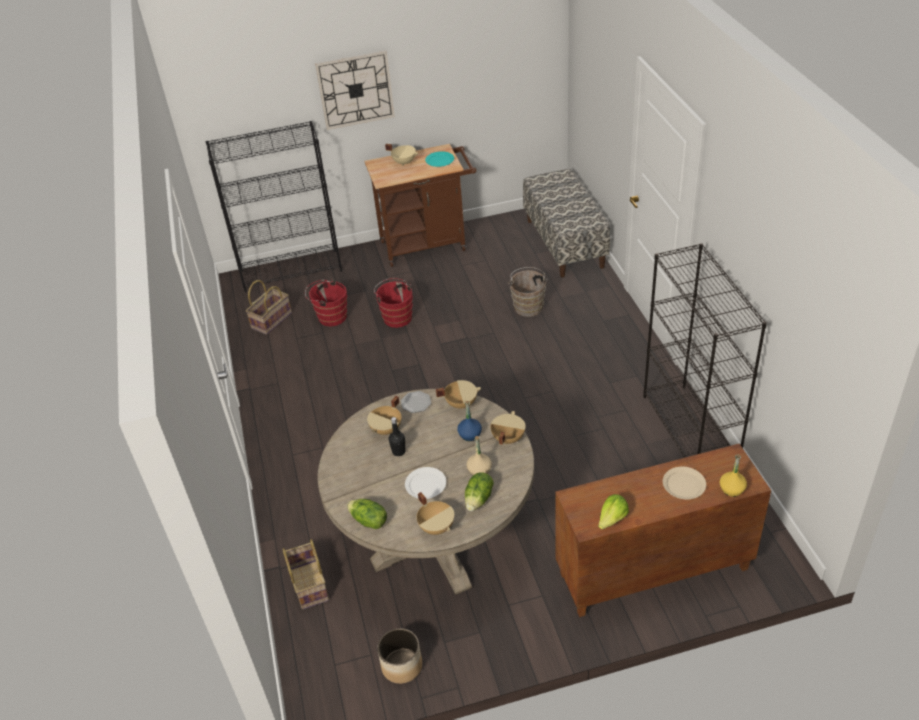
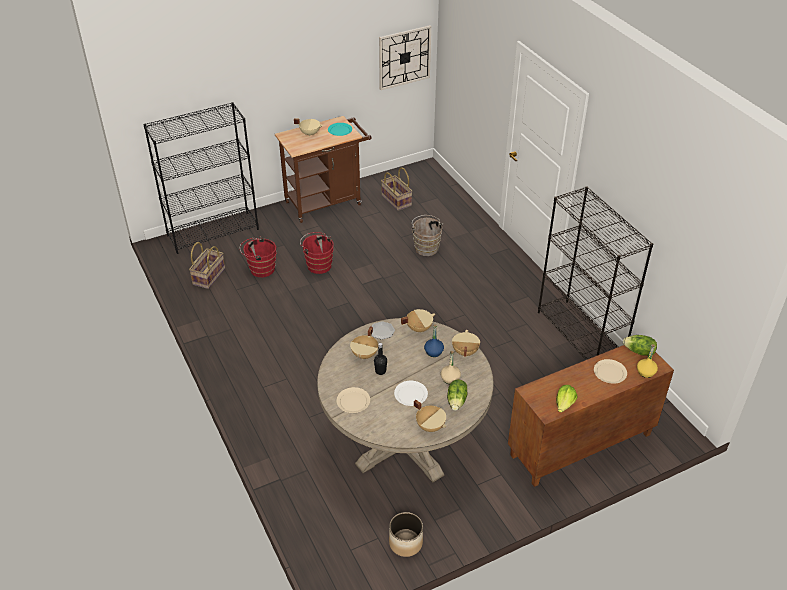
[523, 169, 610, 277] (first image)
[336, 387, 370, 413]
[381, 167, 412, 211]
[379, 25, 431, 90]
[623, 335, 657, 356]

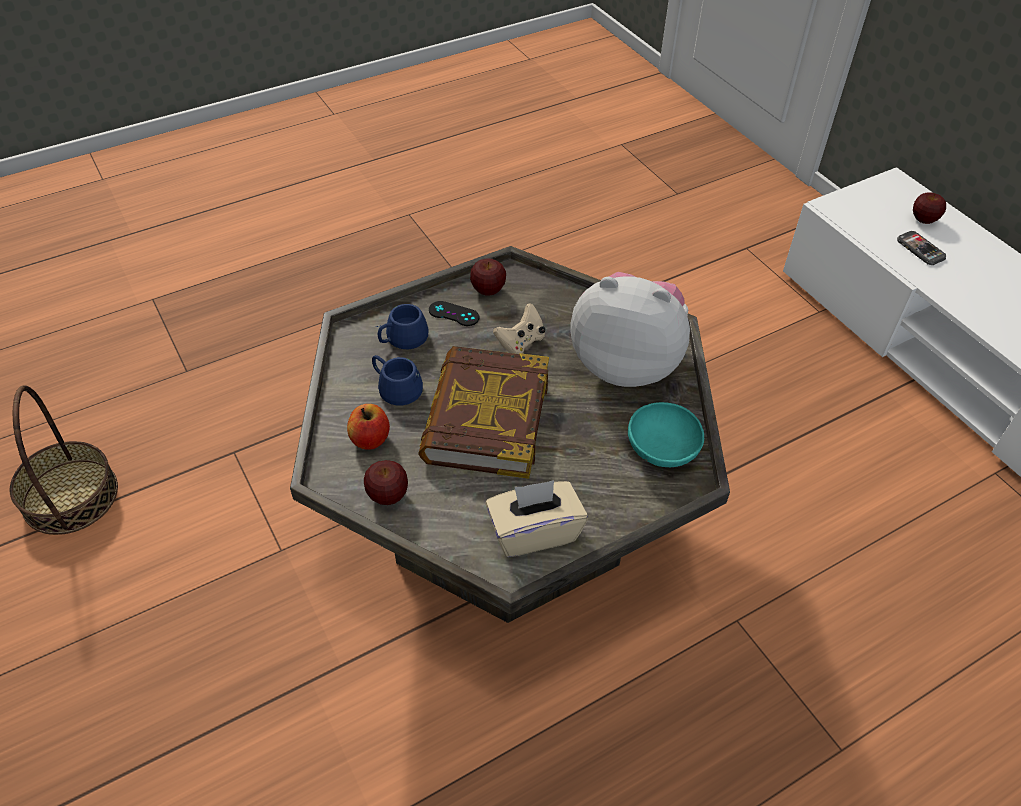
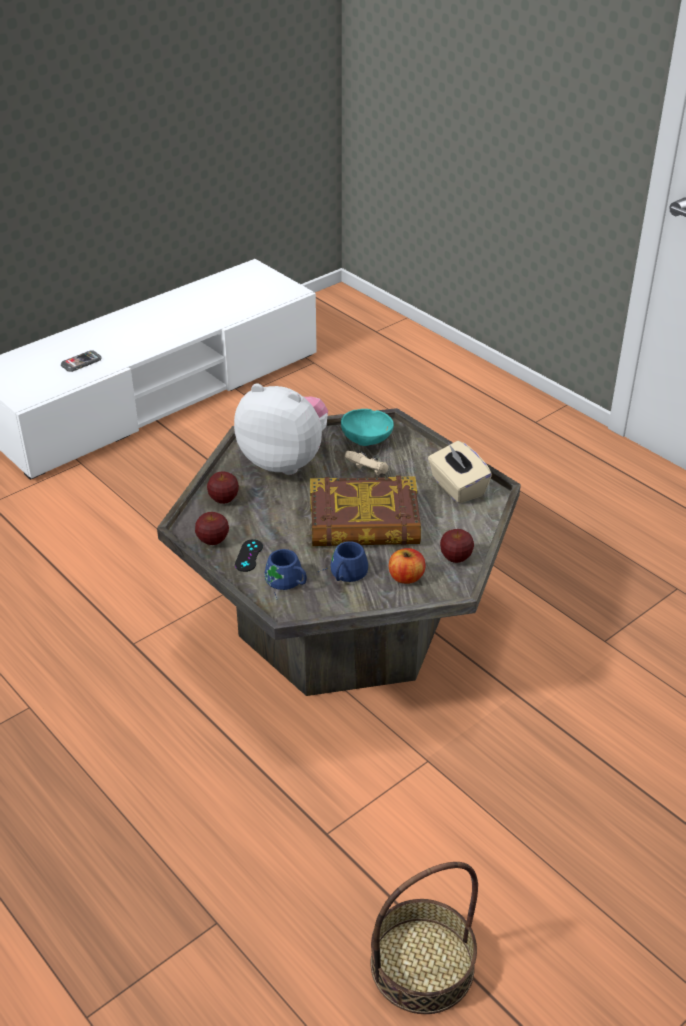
[345, 451, 388, 476]
[207, 471, 239, 504]
[234, 383, 328, 475]

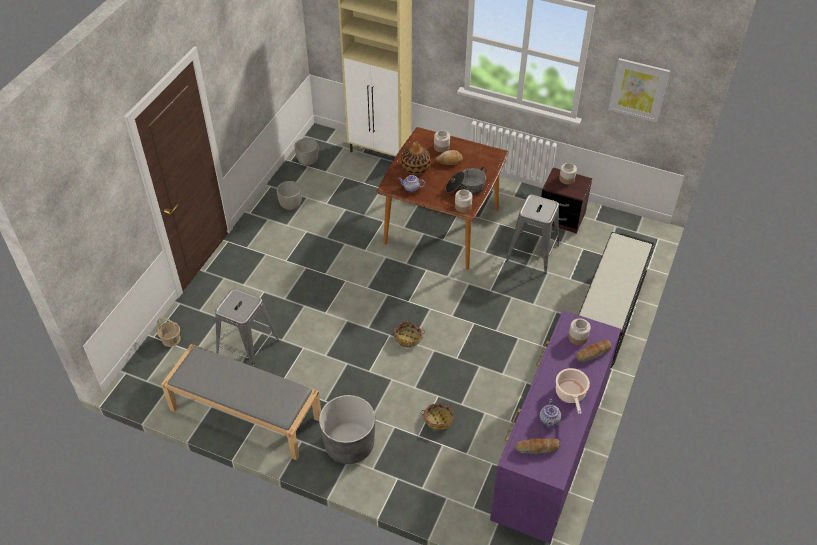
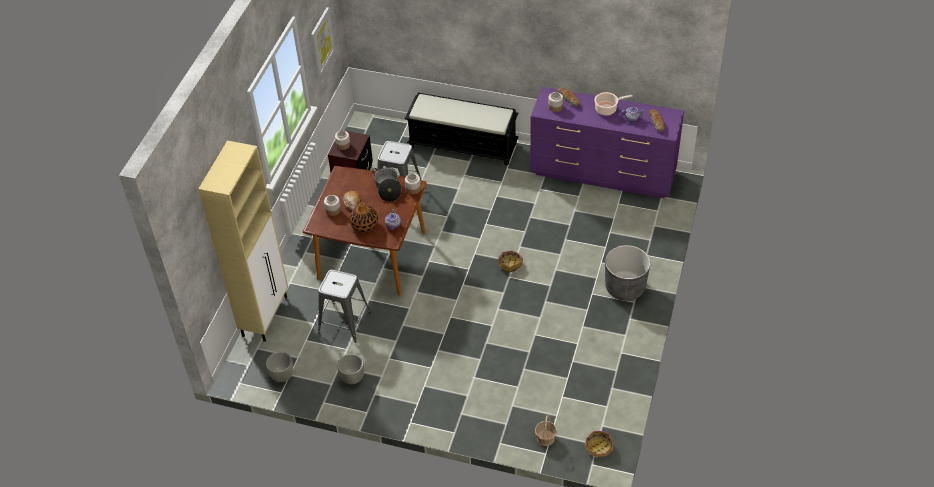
[161, 344, 321, 460] (first image)
[318, 270, 371, 343]
[585, 431, 614, 461]

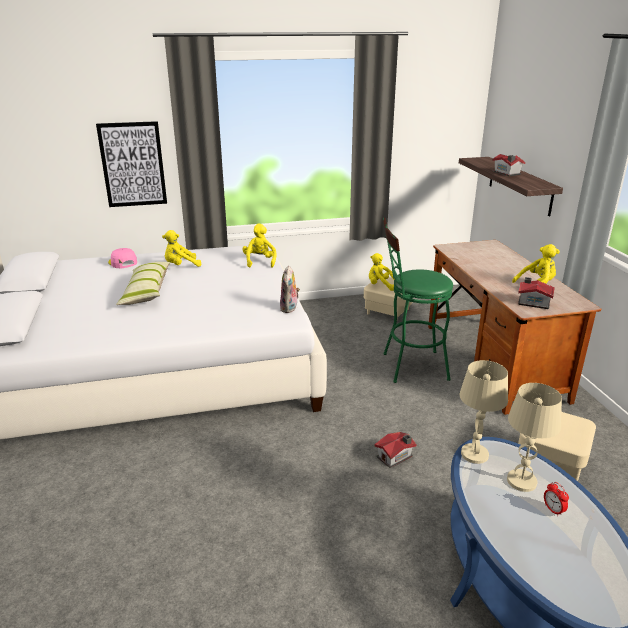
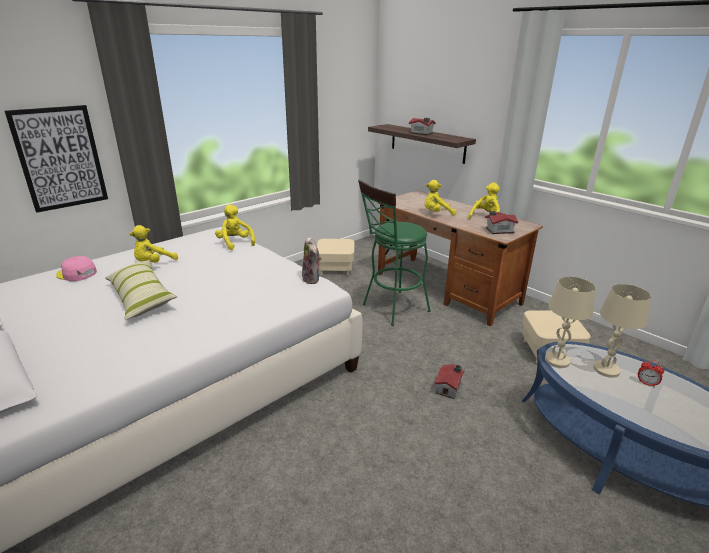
[424, 180, 456, 216]

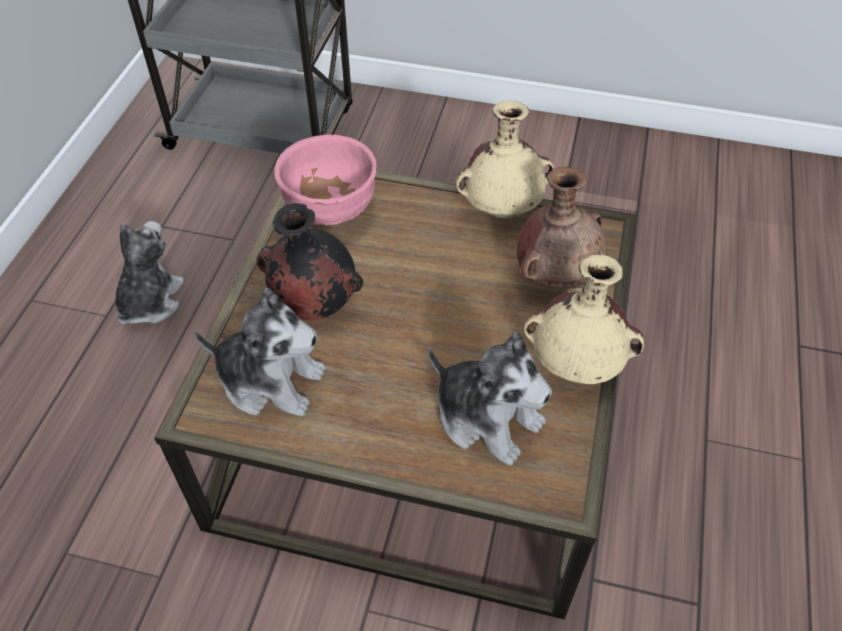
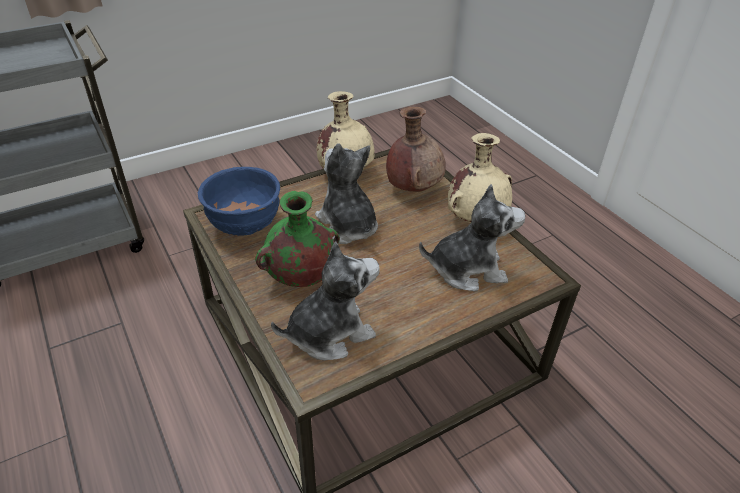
[315, 143, 378, 244]
[255, 191, 340, 287]
[198, 167, 280, 236]

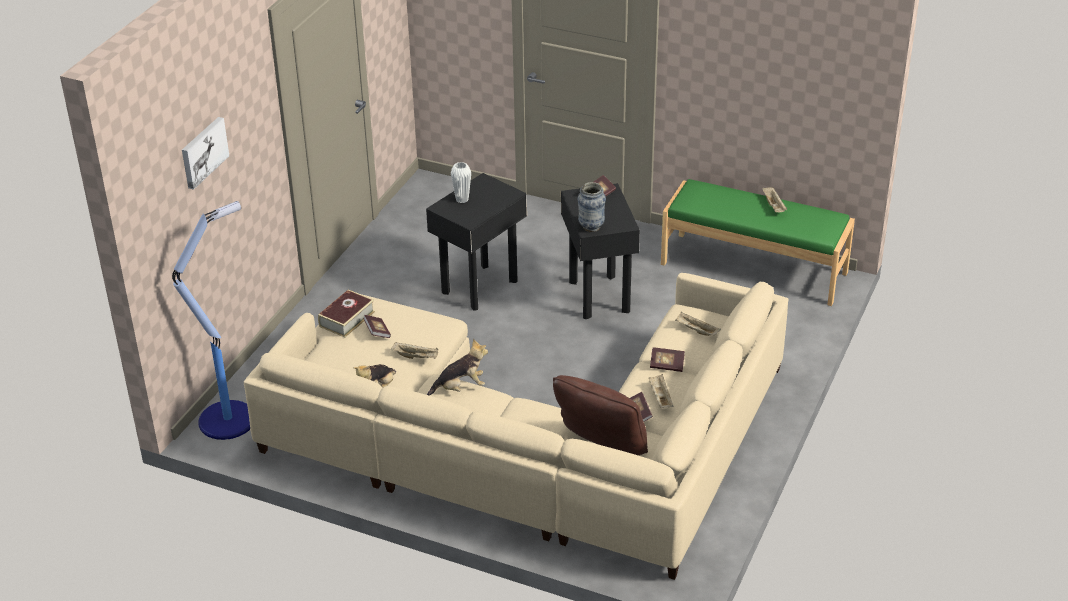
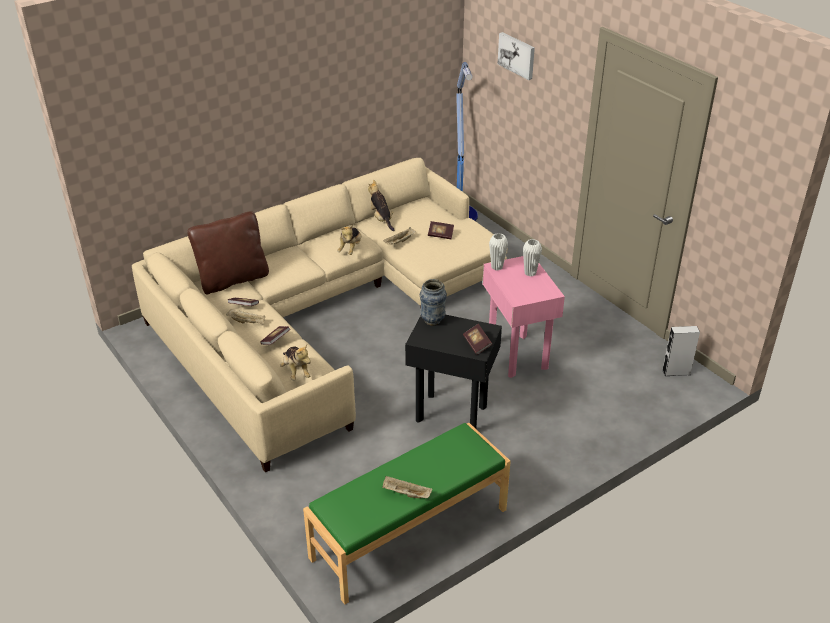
[318, 290, 375, 338] (first image)
[489, 233, 508, 271]
[662, 326, 700, 376]
[280, 344, 311, 381]
[483, 256, 565, 378]

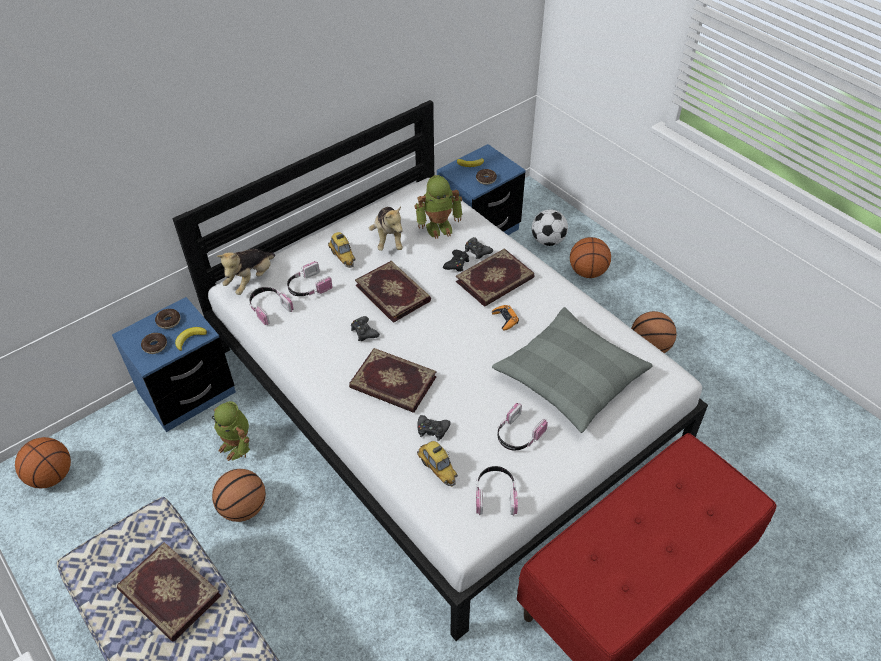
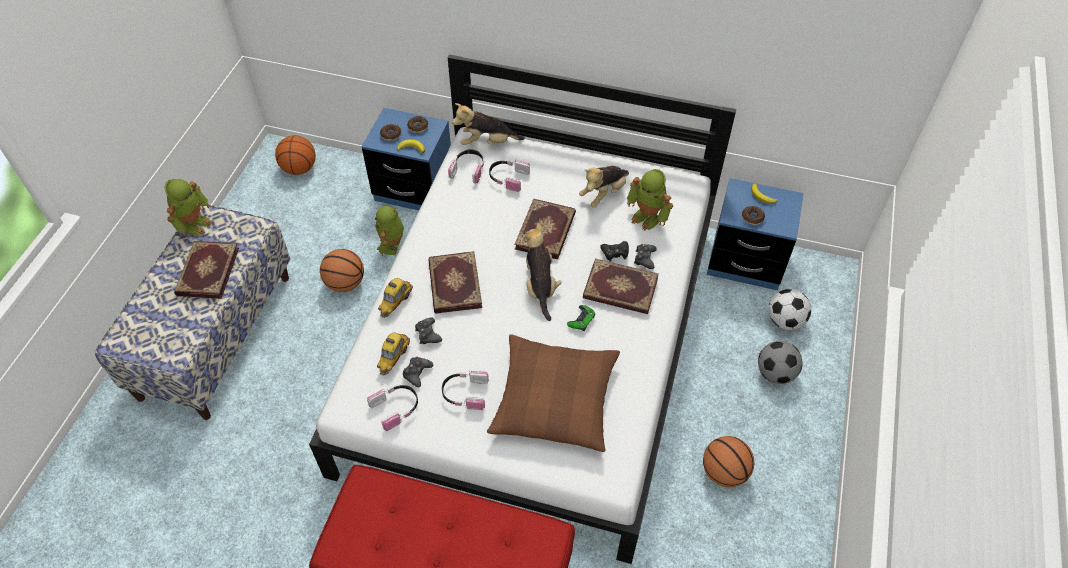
[164, 179, 213, 236]
[525, 223, 562, 321]
[378, 278, 413, 318]
[403, 357, 433, 387]
[758, 341, 802, 384]
[567, 305, 595, 331]
[487, 334, 620, 452]

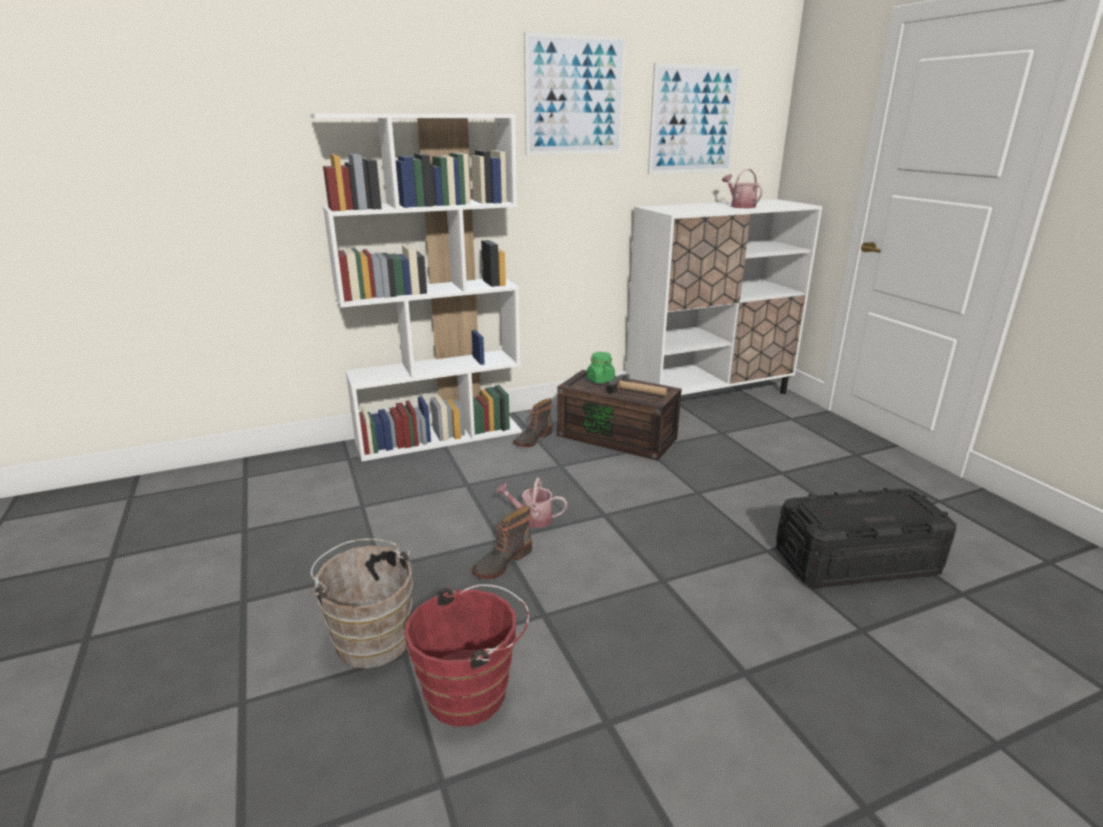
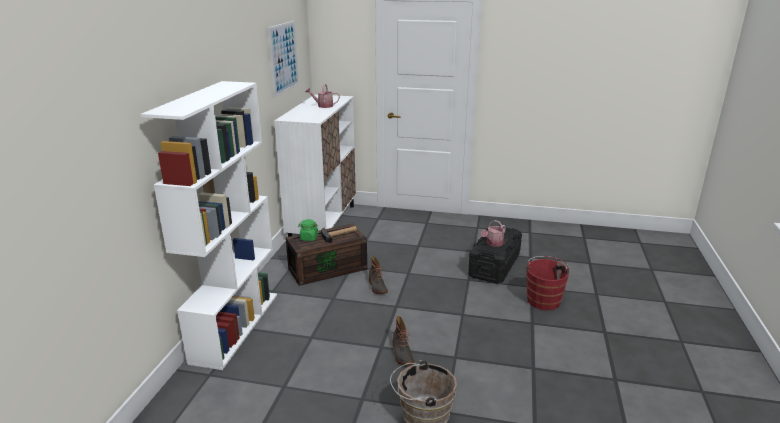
[524, 32, 626, 155] (first image)
[525, 256, 572, 310]
[481, 220, 506, 247]
[369, 257, 388, 294]

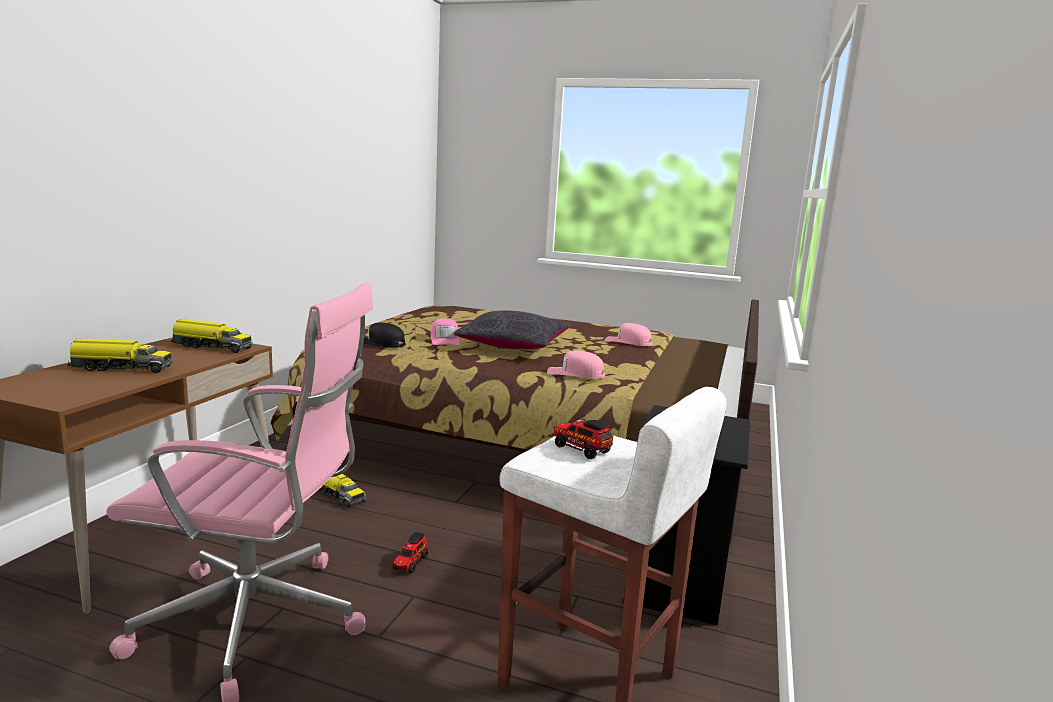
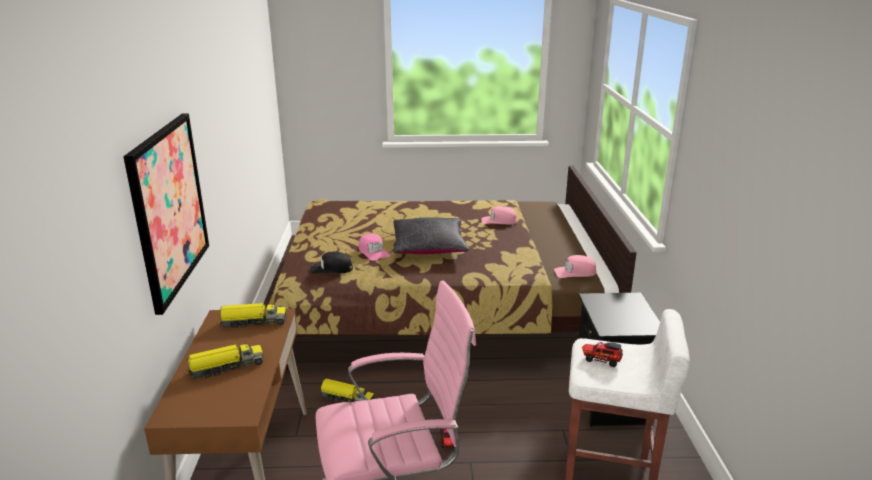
[123, 113, 209, 315]
[554, 255, 597, 278]

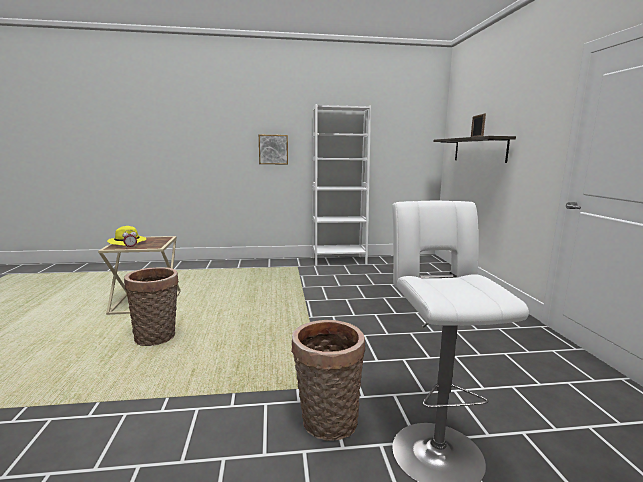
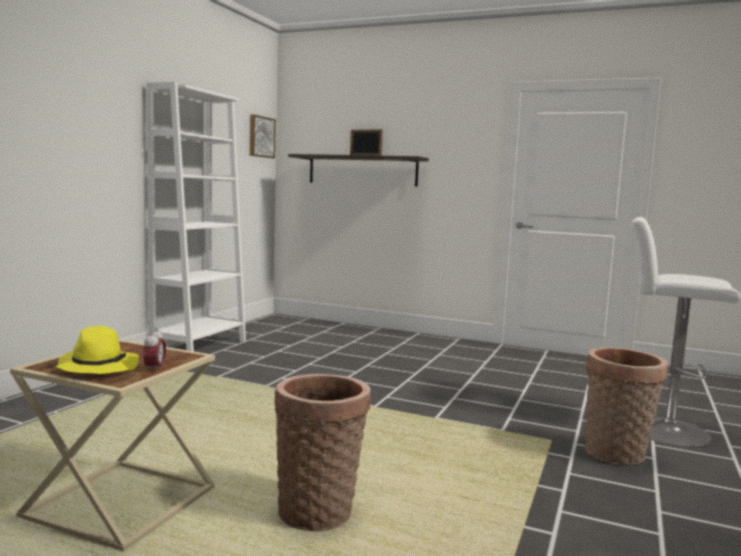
[250, 115, 276, 158]

